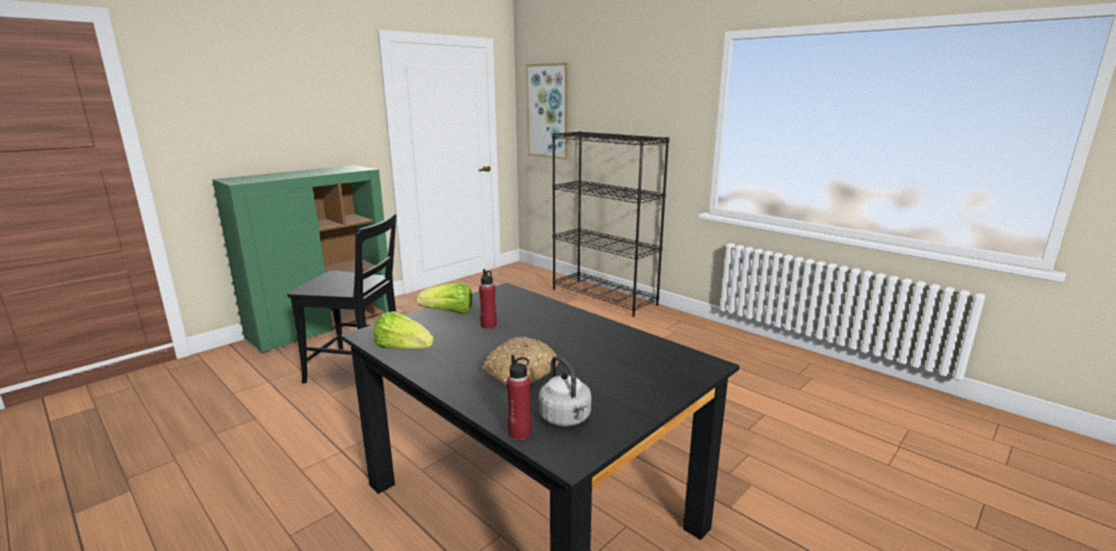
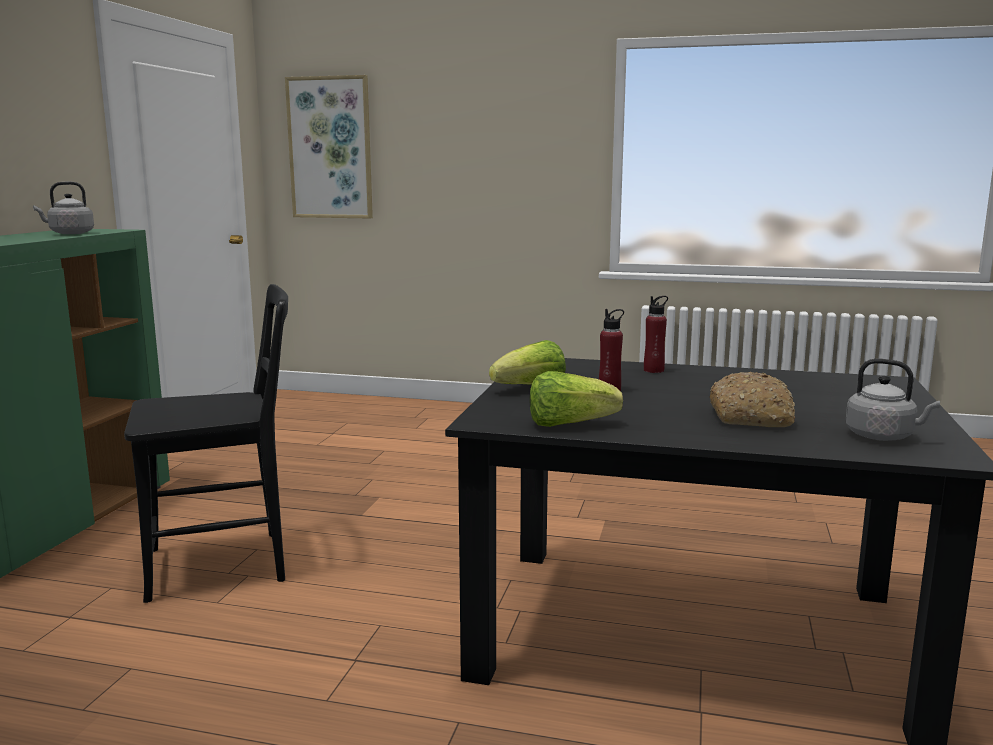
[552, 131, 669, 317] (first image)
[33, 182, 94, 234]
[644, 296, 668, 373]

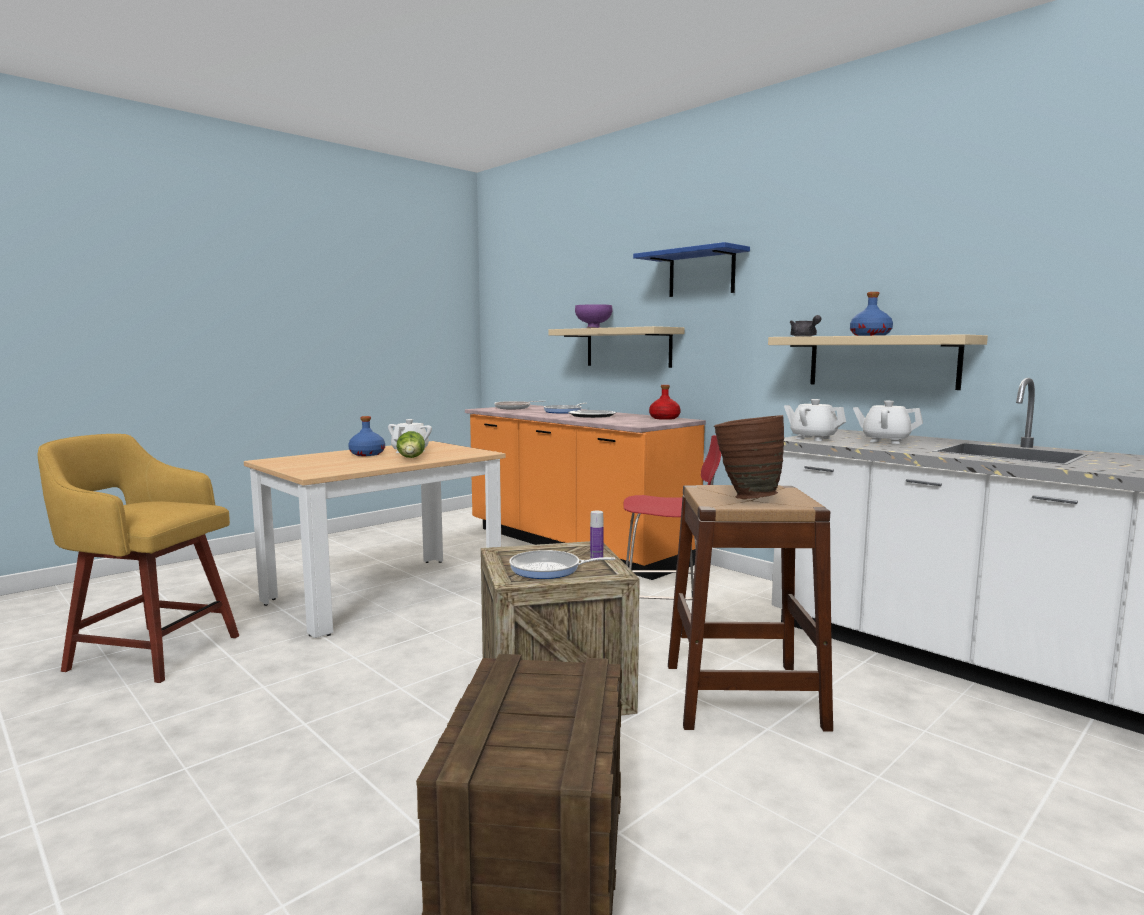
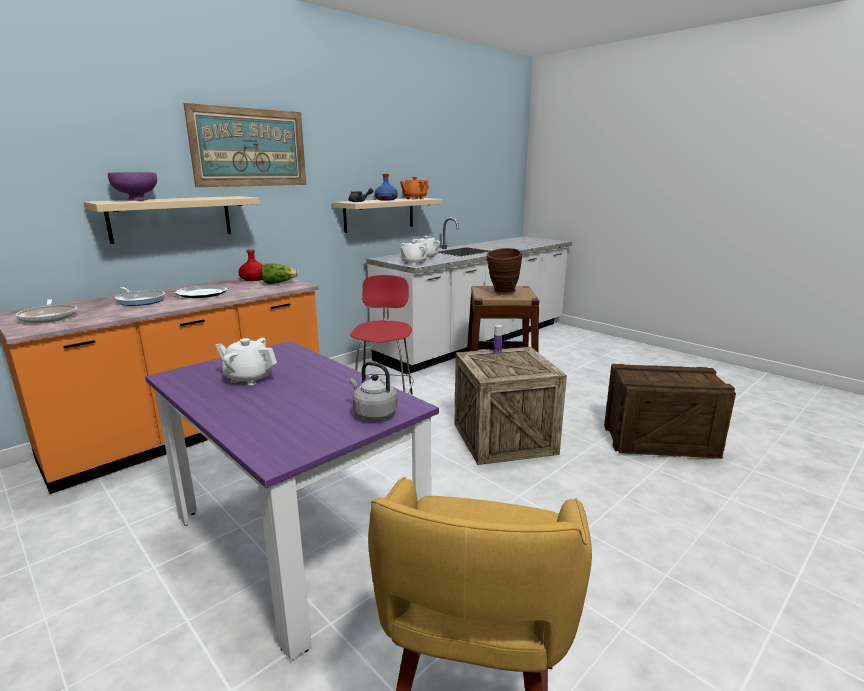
[348, 416, 385, 456] (first image)
[509, 550, 616, 579] (first image)
[350, 362, 398, 420]
[400, 177, 429, 200]
[261, 263, 299, 284]
[183, 103, 306, 187]
[145, 341, 439, 661]

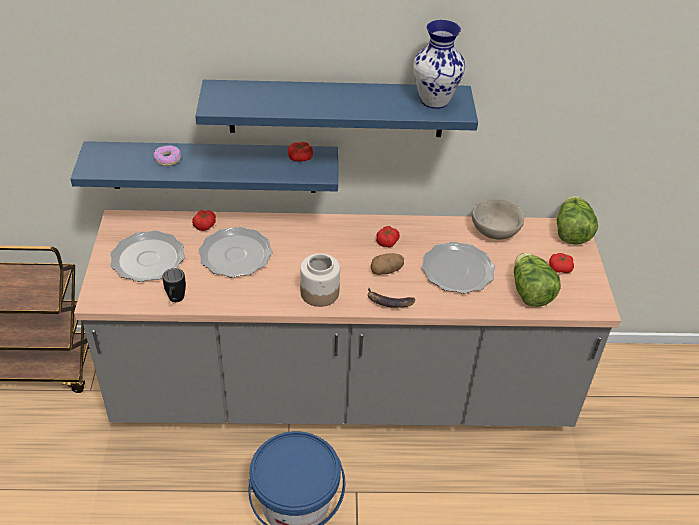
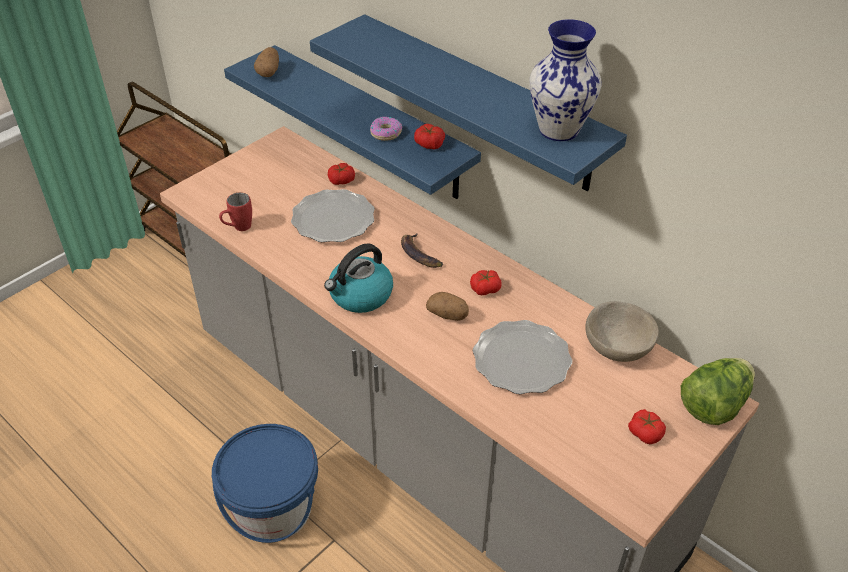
[110, 230, 185, 282] (first image)
[514, 253, 561, 307] (first image)
[254, 47, 279, 77]
[370, 117, 402, 141]
[401, 234, 443, 268]
[324, 243, 393, 313]
[219, 193, 252, 231]

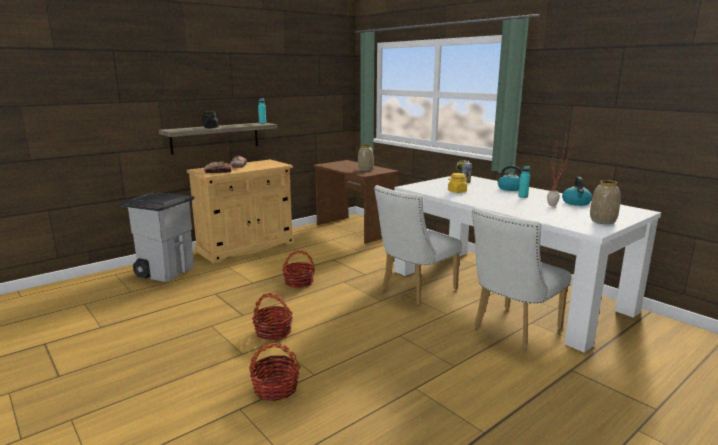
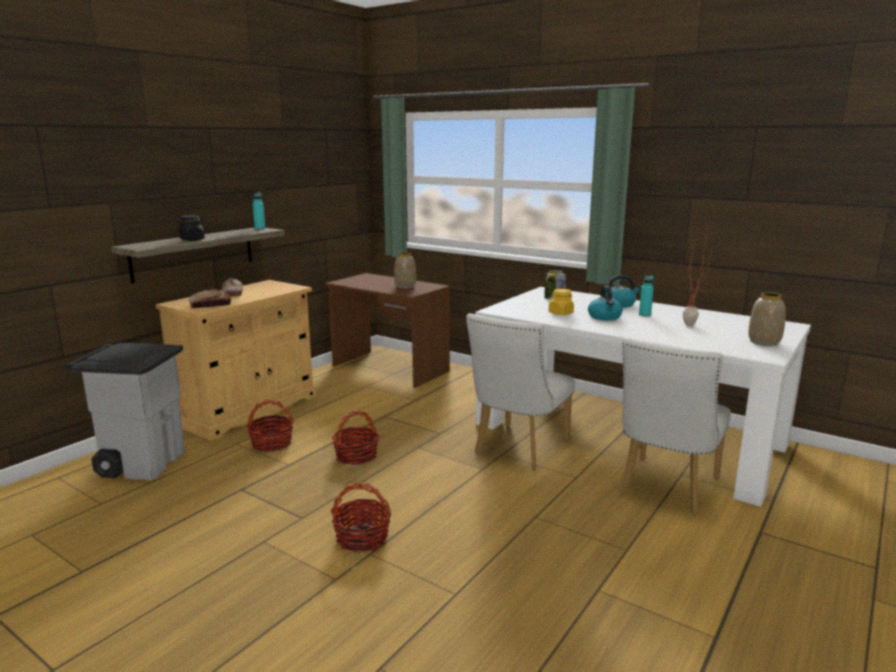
[246, 400, 294, 452]
[588, 285, 623, 321]

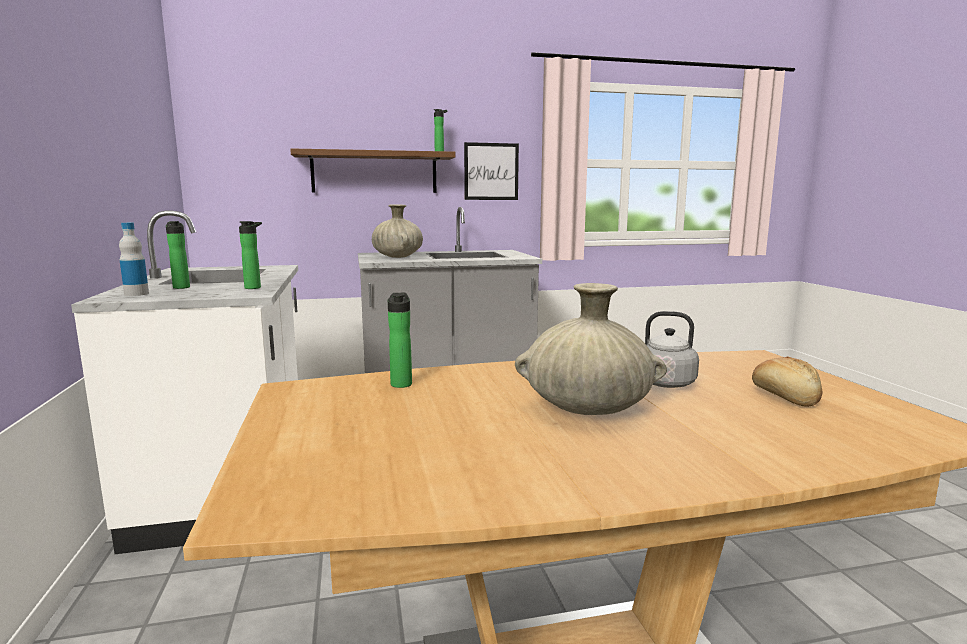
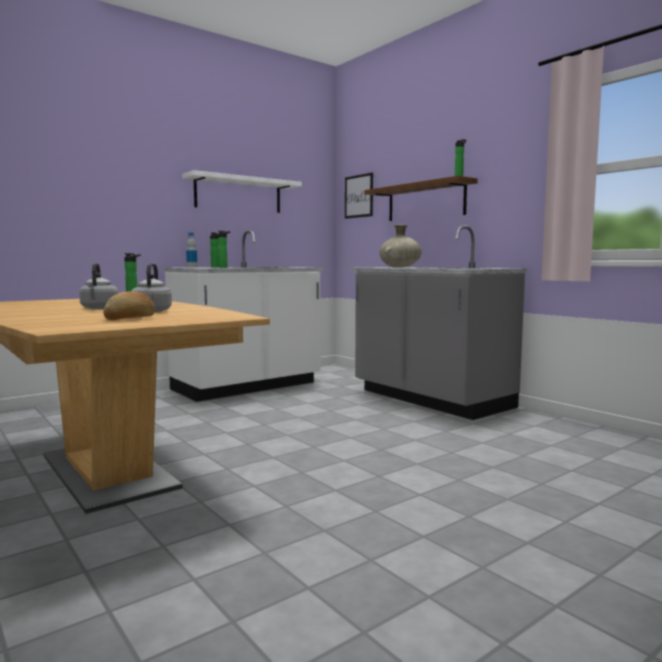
[182, 170, 302, 213]
[345, 173, 373, 219]
[79, 263, 119, 309]

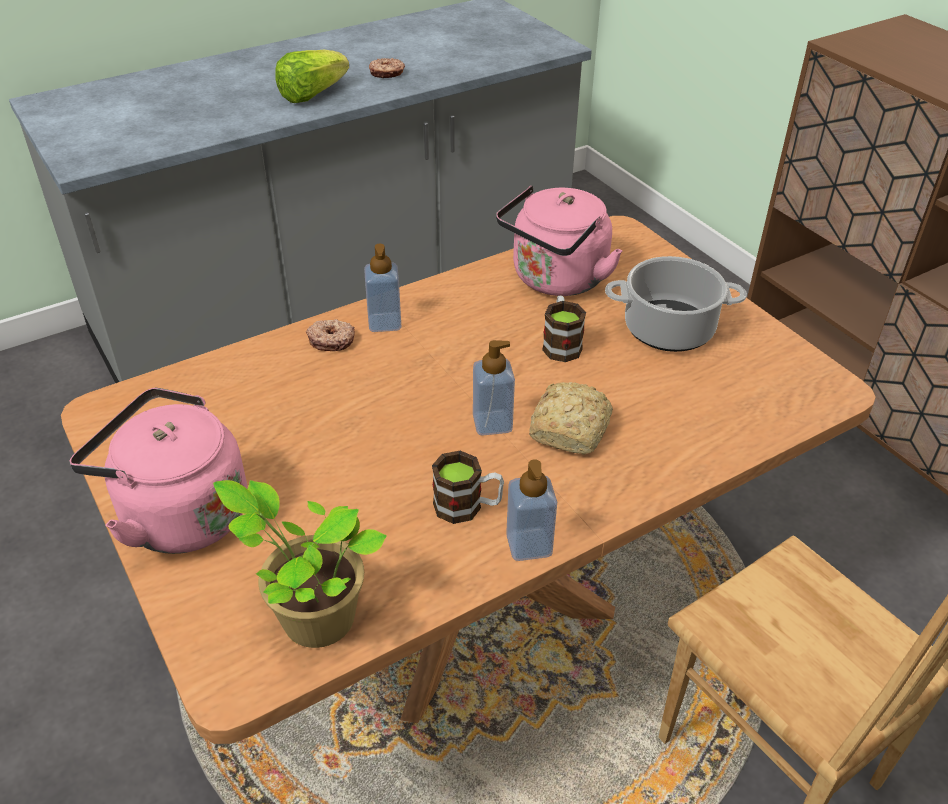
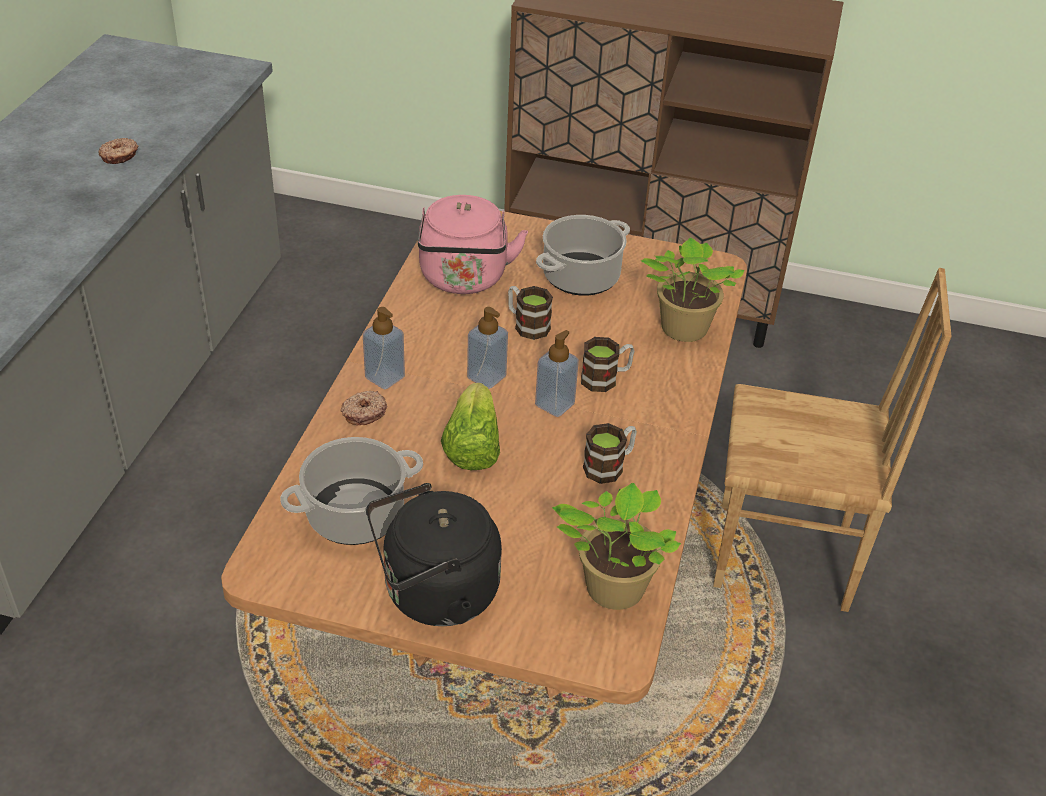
[280, 437, 423, 545]
[641, 237, 744, 342]
[441, 383, 500, 470]
[467, 307, 508, 389]
[581, 337, 634, 392]
[366, 483, 502, 626]

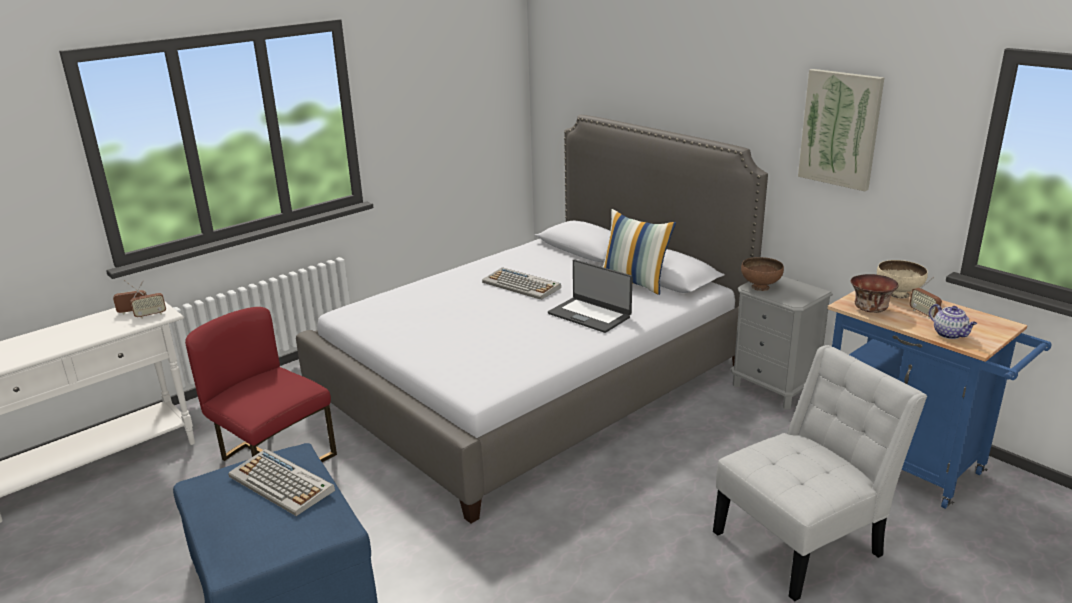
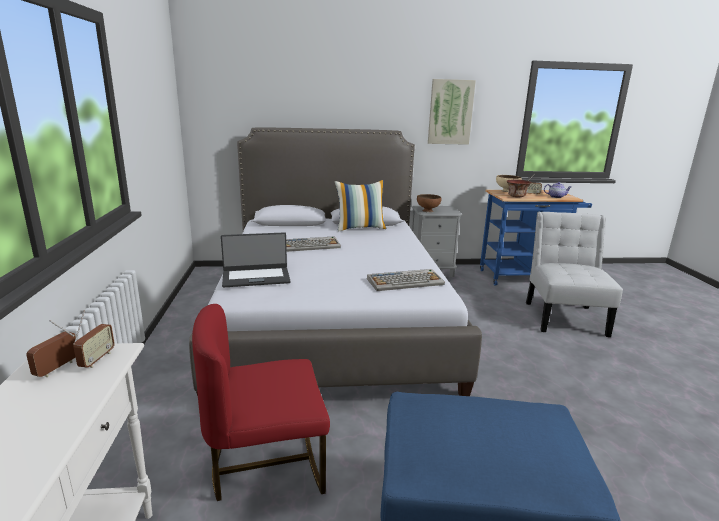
[367, 269, 445, 291]
[221, 232, 291, 287]

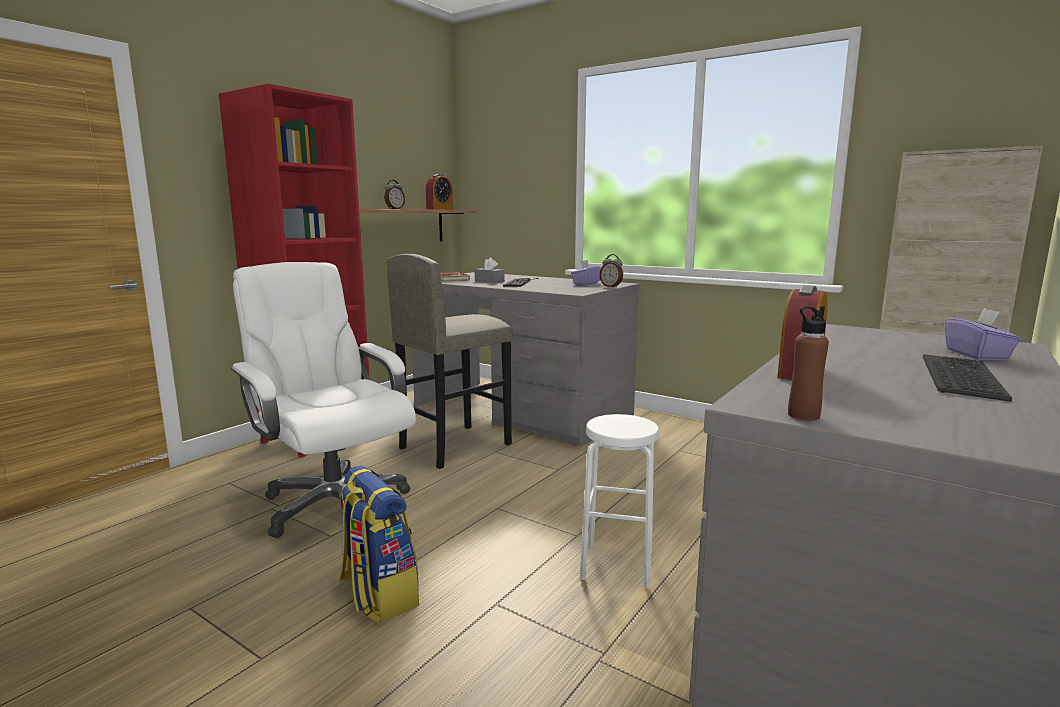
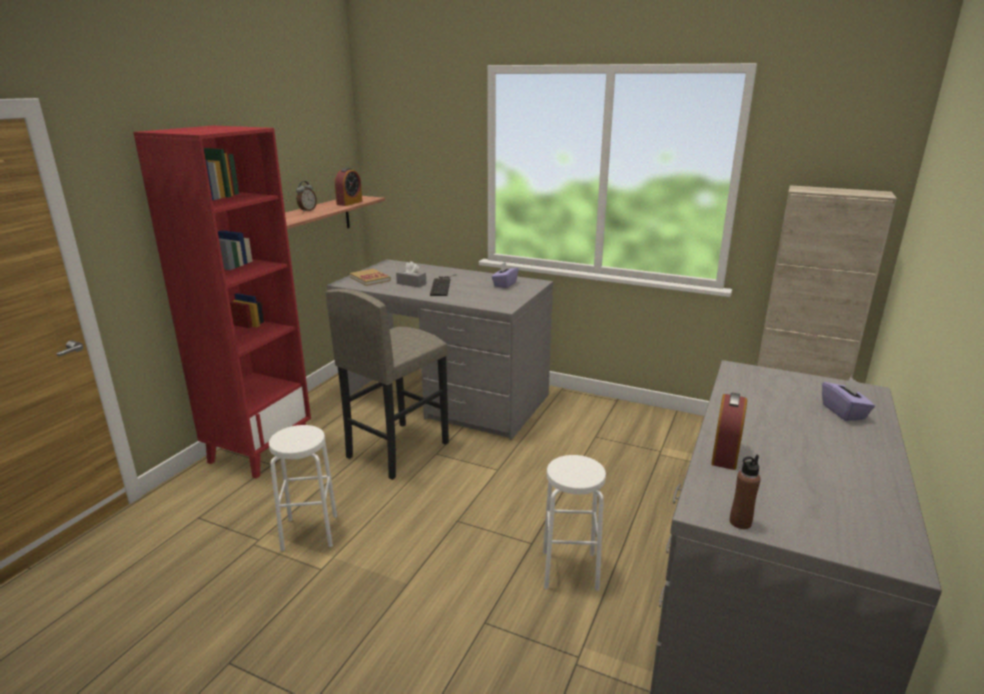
[338, 465, 419, 623] (first image)
[600, 254, 623, 288] (first image)
[923, 354, 1012, 402] (first image)
[269, 425, 337, 551]

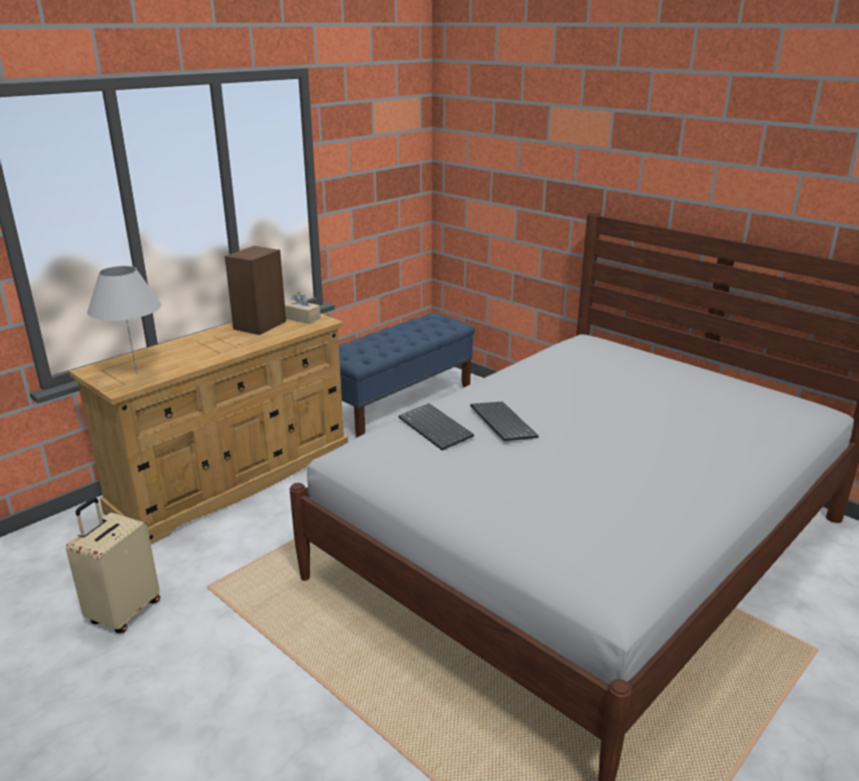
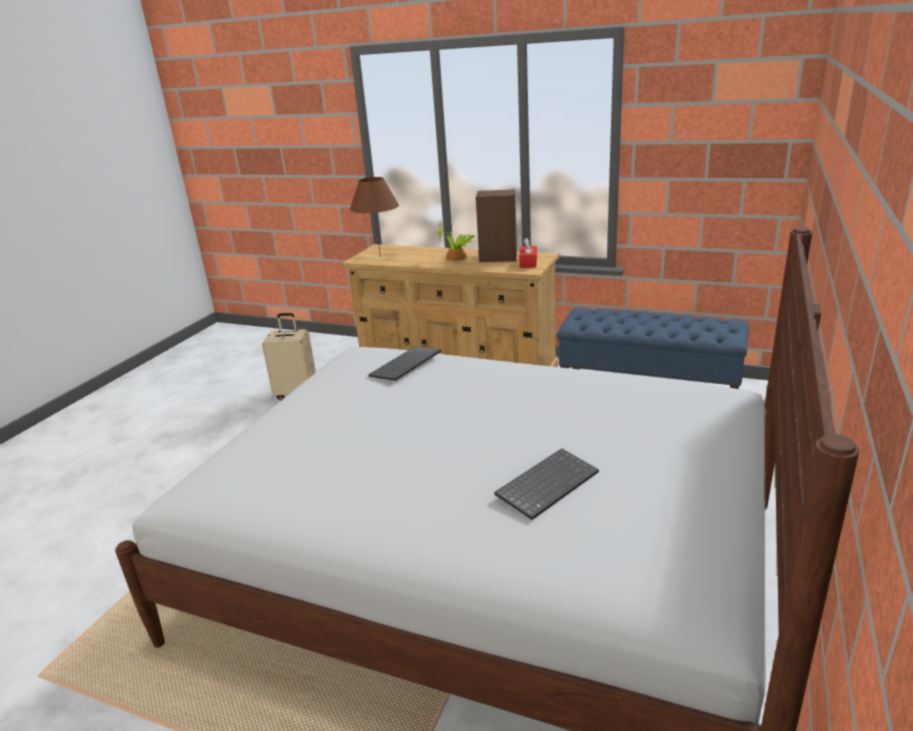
[437, 222, 476, 261]
[494, 448, 599, 520]
[350, 177, 399, 257]
[519, 238, 537, 268]

